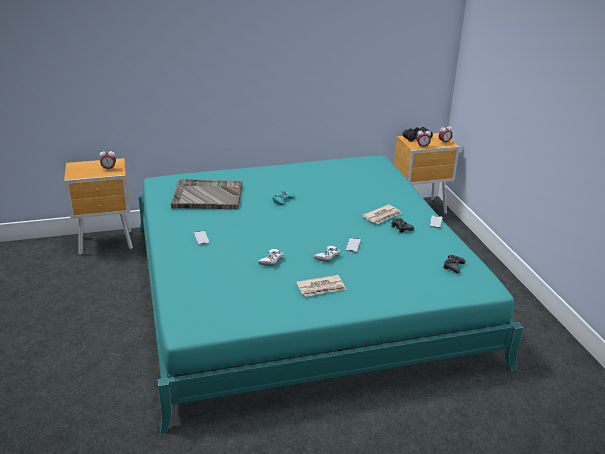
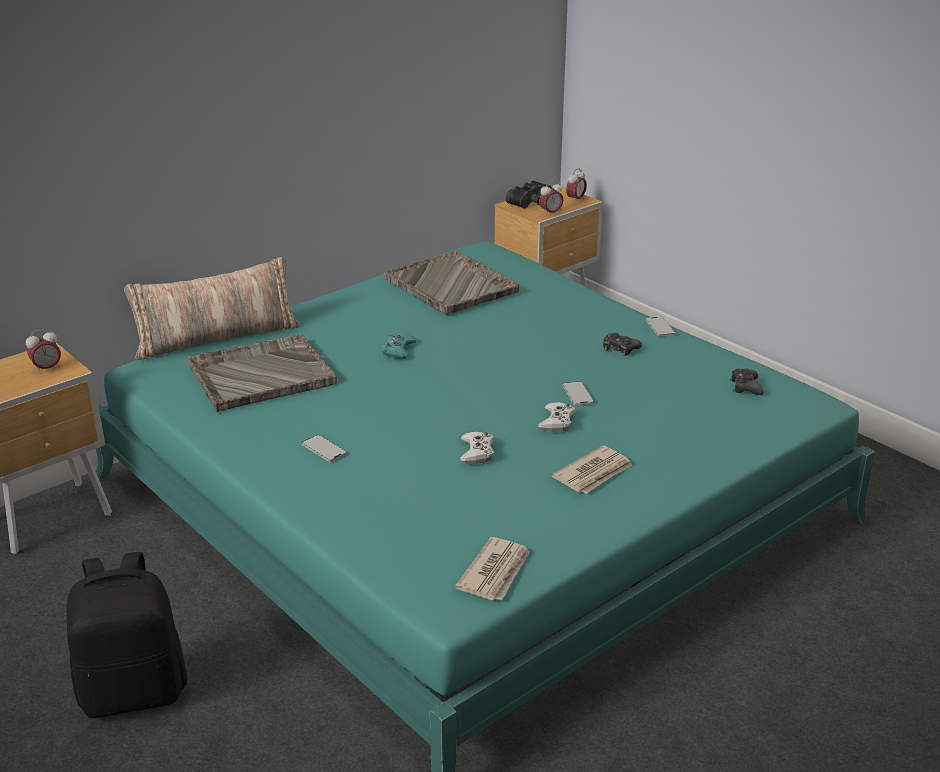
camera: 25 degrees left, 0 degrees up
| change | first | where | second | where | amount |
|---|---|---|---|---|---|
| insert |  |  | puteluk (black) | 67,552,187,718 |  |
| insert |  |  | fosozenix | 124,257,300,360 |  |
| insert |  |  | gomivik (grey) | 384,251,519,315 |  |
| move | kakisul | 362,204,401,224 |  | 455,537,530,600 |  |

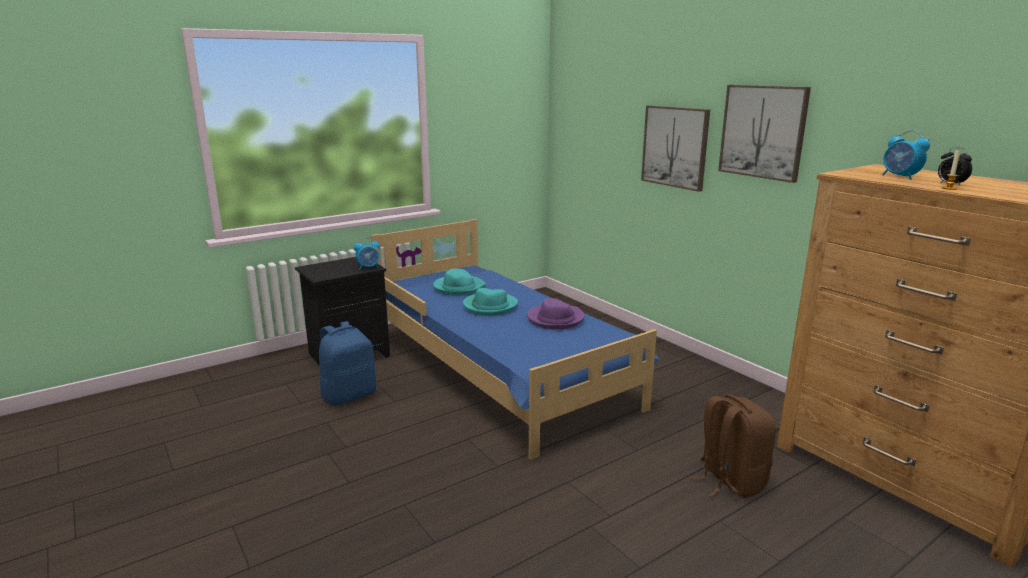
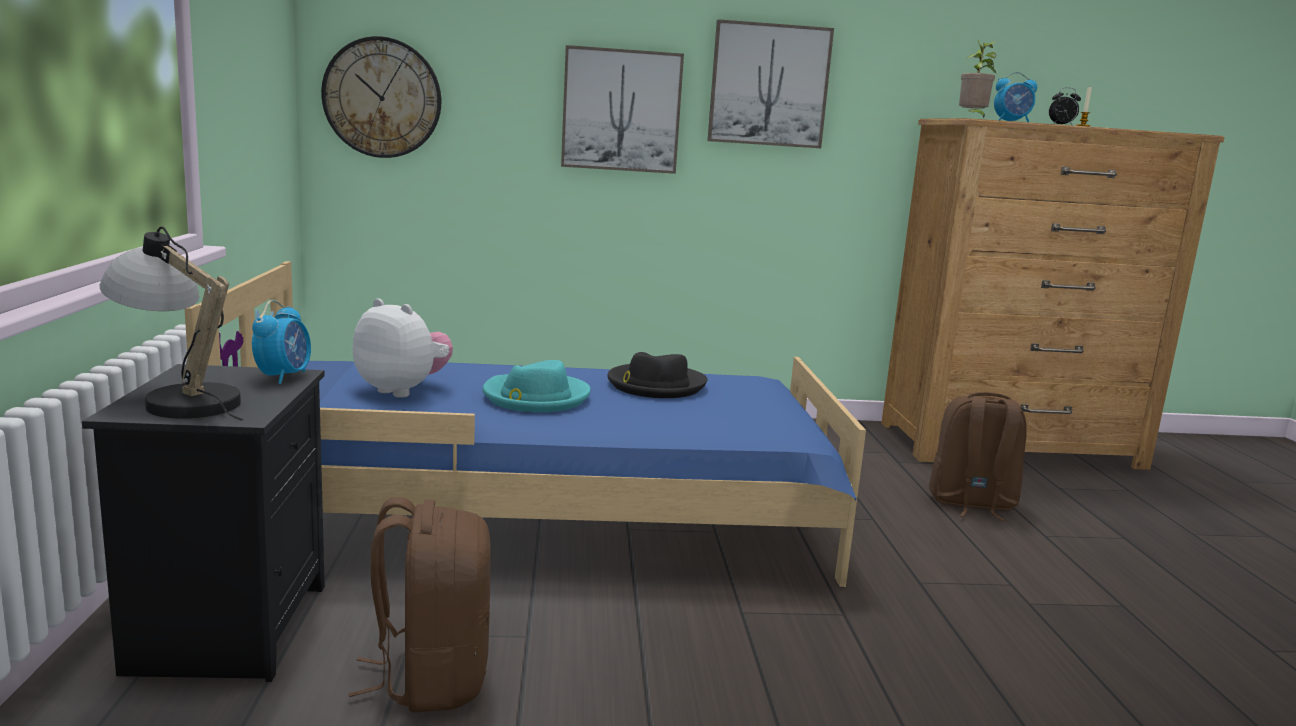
camera: 60 degrees left, 5 degrees down
| change | first | where | second | where | amount |
|---|---|---|---|---|---|
| insert |  |  | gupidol | 100,226,243,421 |  |
| insert |  |  | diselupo | 321,36,441,158 |  |
| recolor | puteluk (blue) | 319,321,376,406 | puteluk (brown) | 349,497,491,713 |  |
| replace | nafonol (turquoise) | 433,269,486,295 | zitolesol | 353,298,453,398 |  |
| recolor | nafonol (purple) | 527,298,585,329 | nafonol (black) | 607,352,708,398 |  |
| insert |  |  | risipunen | 959,40,996,118 |  |

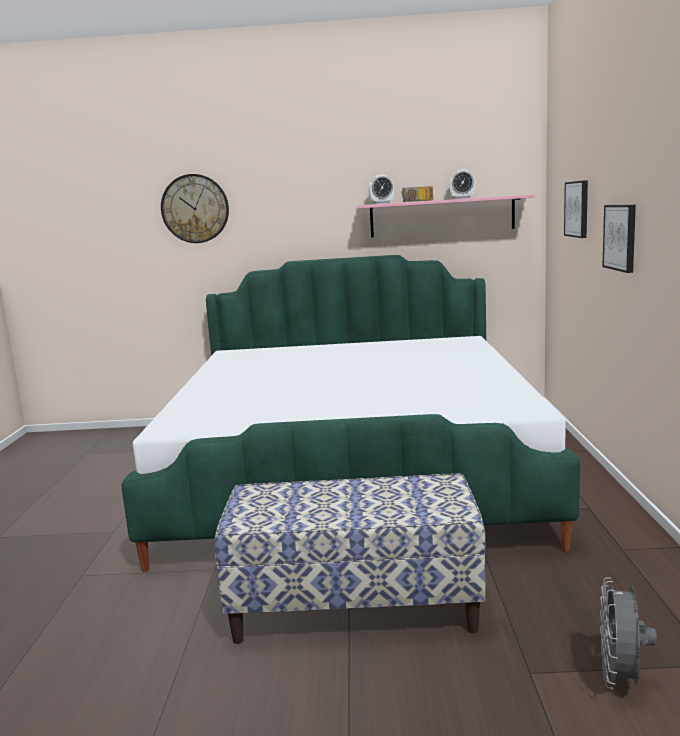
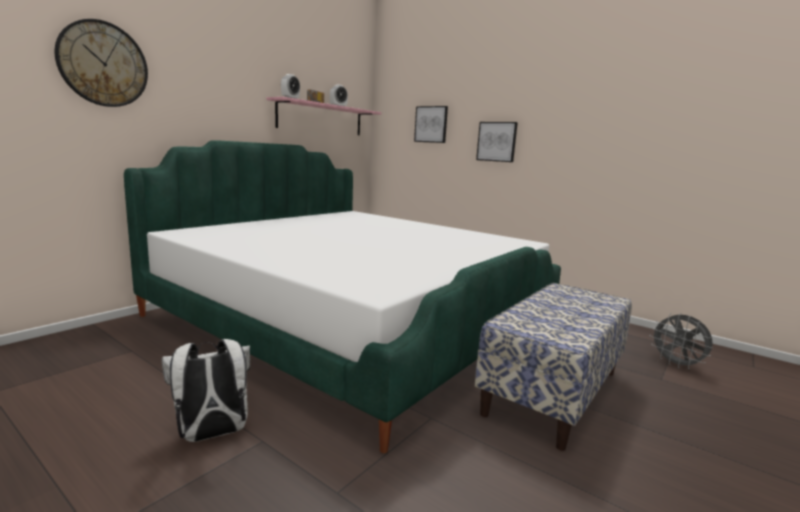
camera: 55 degrees left, 0 degrees up
| change | first | where | second | where | amount |
|---|---|---|---|---|---|
| insert |  |  | puteluk (white) | 161,339,250,442 |  |

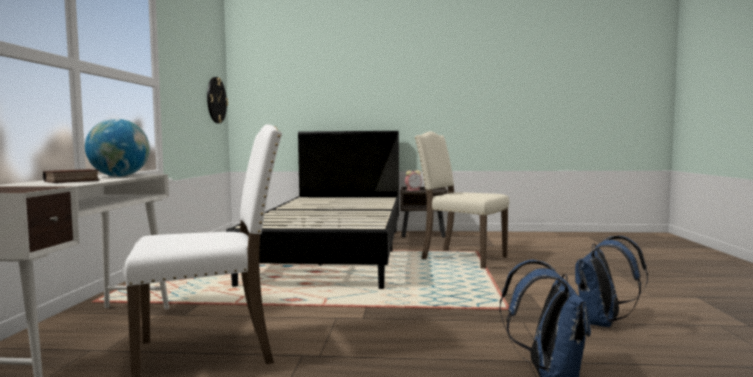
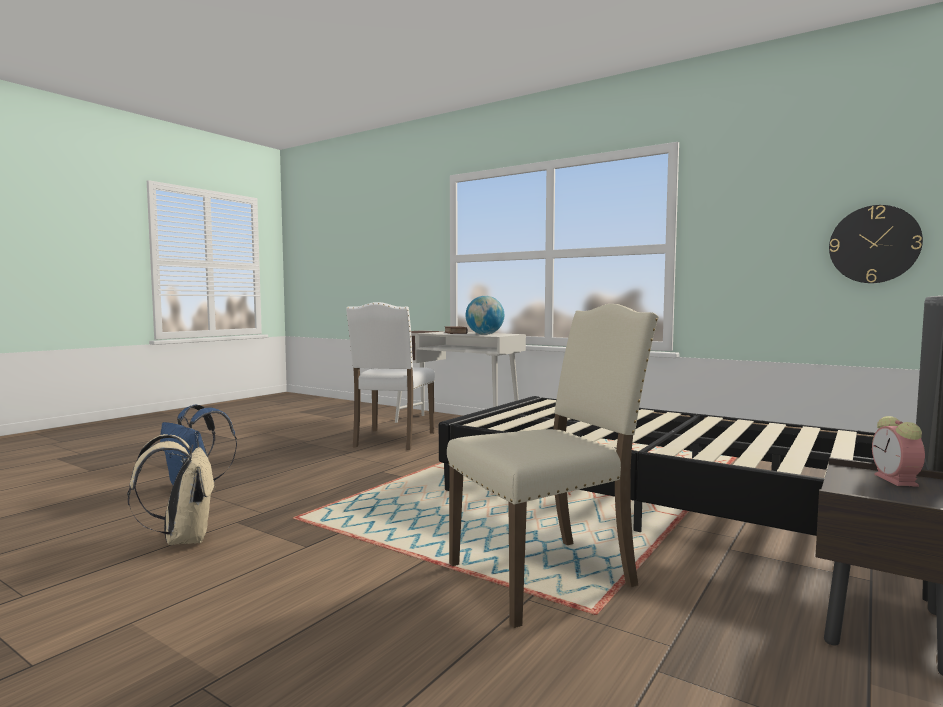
camera: 120 degrees right, 0 degrees up
| change | first | where | second | where | amount |
|---|---|---|---|---|---|
| recolor | puteluk (blue) | 575,236,648,327 | puteluk (beige) | 127,434,216,545 |  |

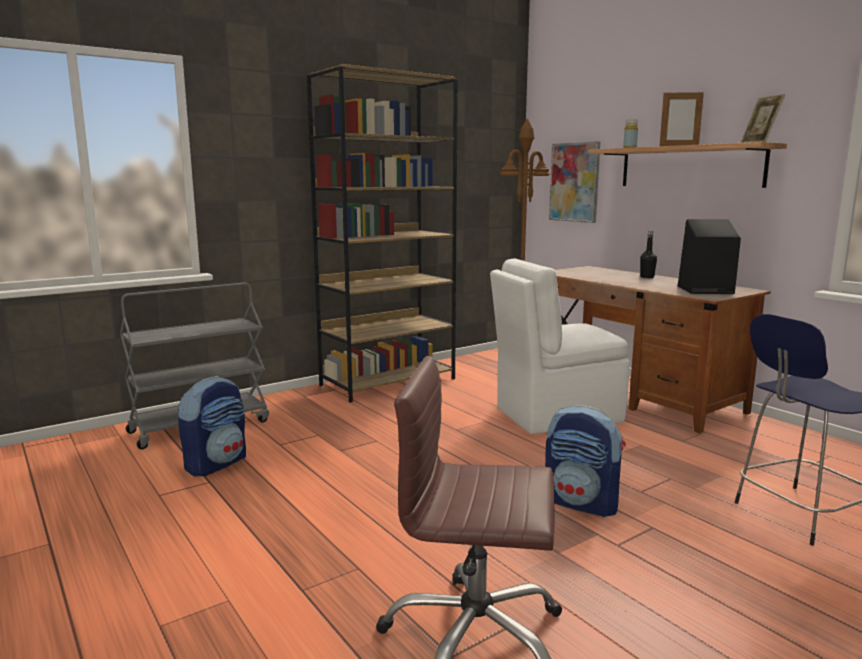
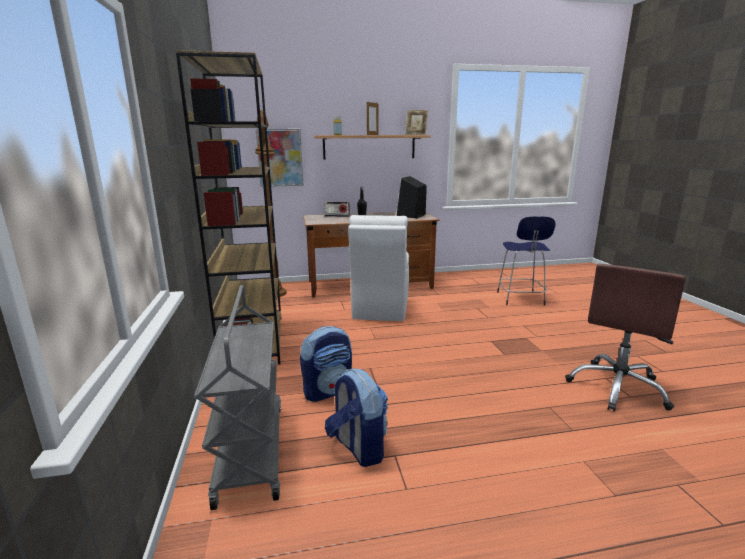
camera: 65 degrees left, 5 degrees up
| change | first | where | second | where | amount |
|---|---|---|---|---|---|
| move | puteluk | 545,405,626,517 |  | 300,326,352,402 |  |
| insert |  |  | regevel | 324,202,350,217 |  |

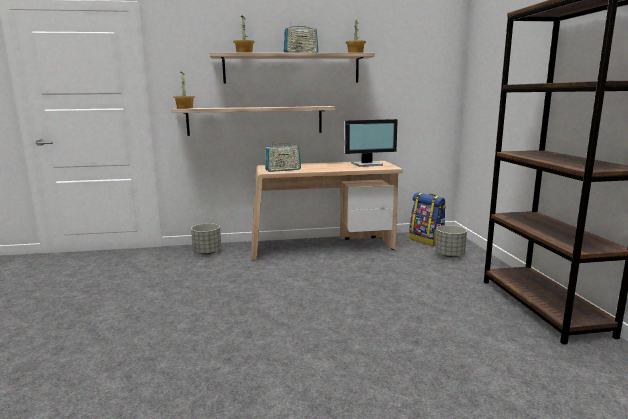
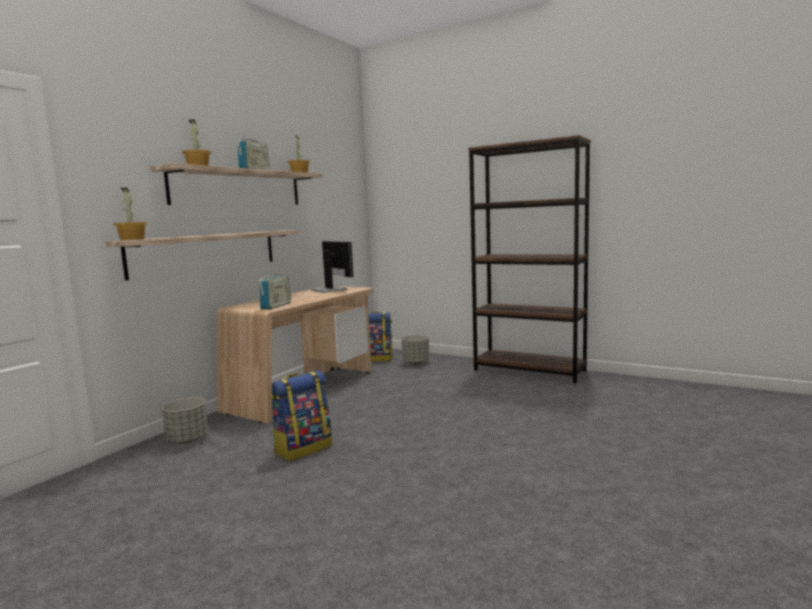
camera: 50 degrees left, 5 degrees down
| change | first | where | second | where | amount |
|---|---|---|---|---|---|
| insert |  |  | puteluk | 270,370,332,461 |  |
| rotate | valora | 345,119,398,167 |  | 312,241,353,293 | 60 degrees counterclockwise |

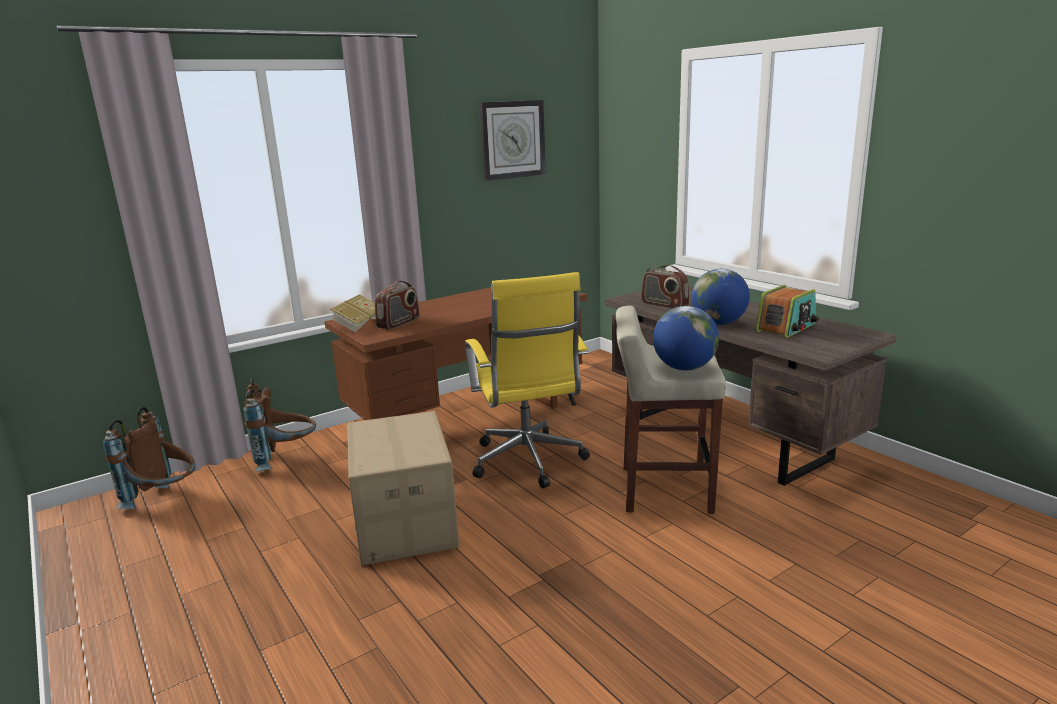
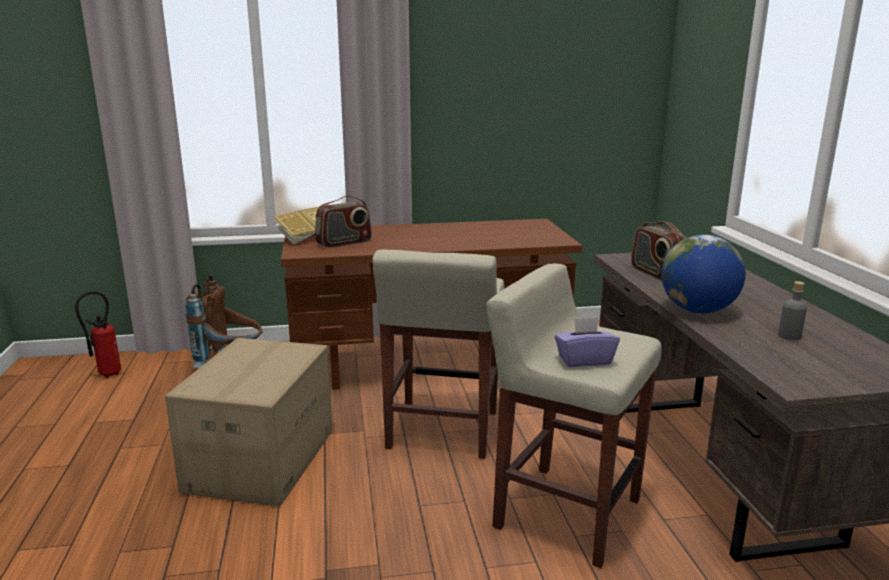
camera: 25 degrees right, 0 degrees up
| change | first | where | second | where | amount |
|---|---|---|---|---|---|
| replace | puteluk (brown) | 103,407,195,509 | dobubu | 75,291,121,378 |  |
| replace | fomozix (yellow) | 465,272,590,488 | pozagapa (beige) | 372,250,505,459 |  |
| replace | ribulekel | 653,306,719,370 | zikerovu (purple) | 555,317,620,367 |  |
| replace | regevel | 756,285,818,338 | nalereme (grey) | 778,281,807,340 |  |
| delete | diselupo | 479,100,546,181 |  |  |  |

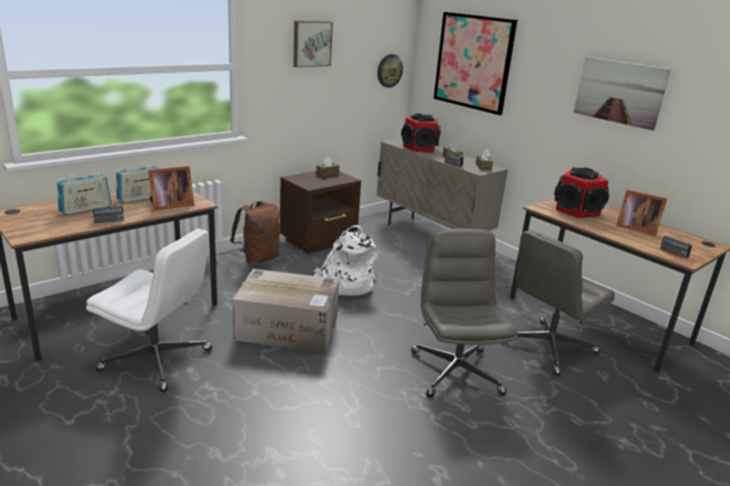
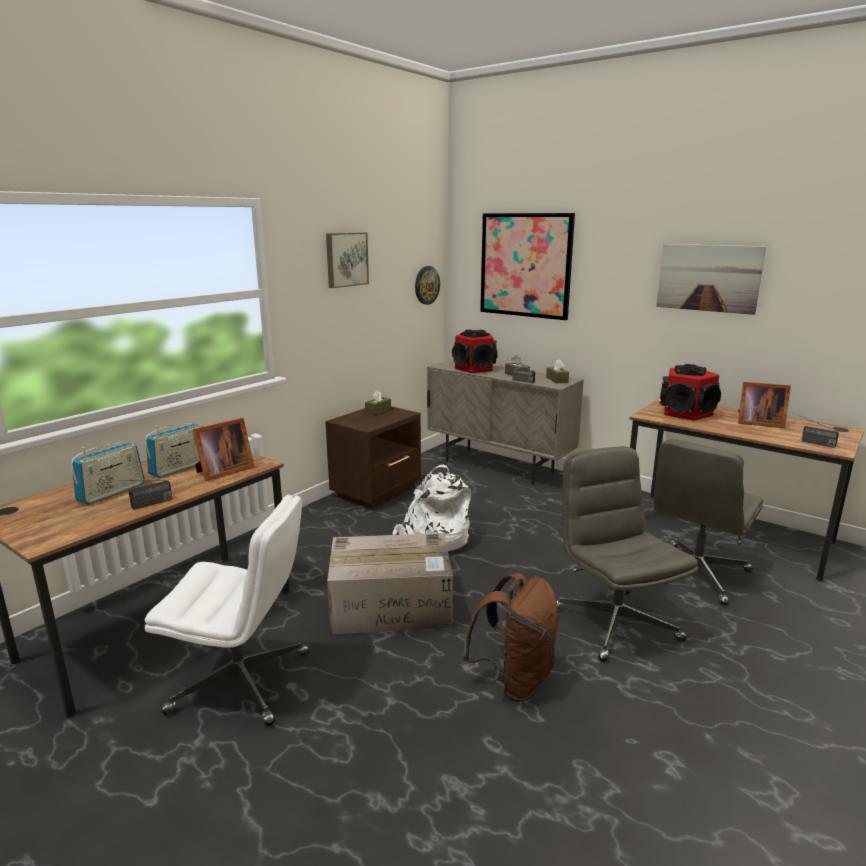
camera: 10 degrees left, 5 degrees down
| change | first | where | second | where | amount |
|---|---|---|---|---|---|
| move | puteluk (brown) | 230,201,280,265 |  | 463,573,560,702 |  |

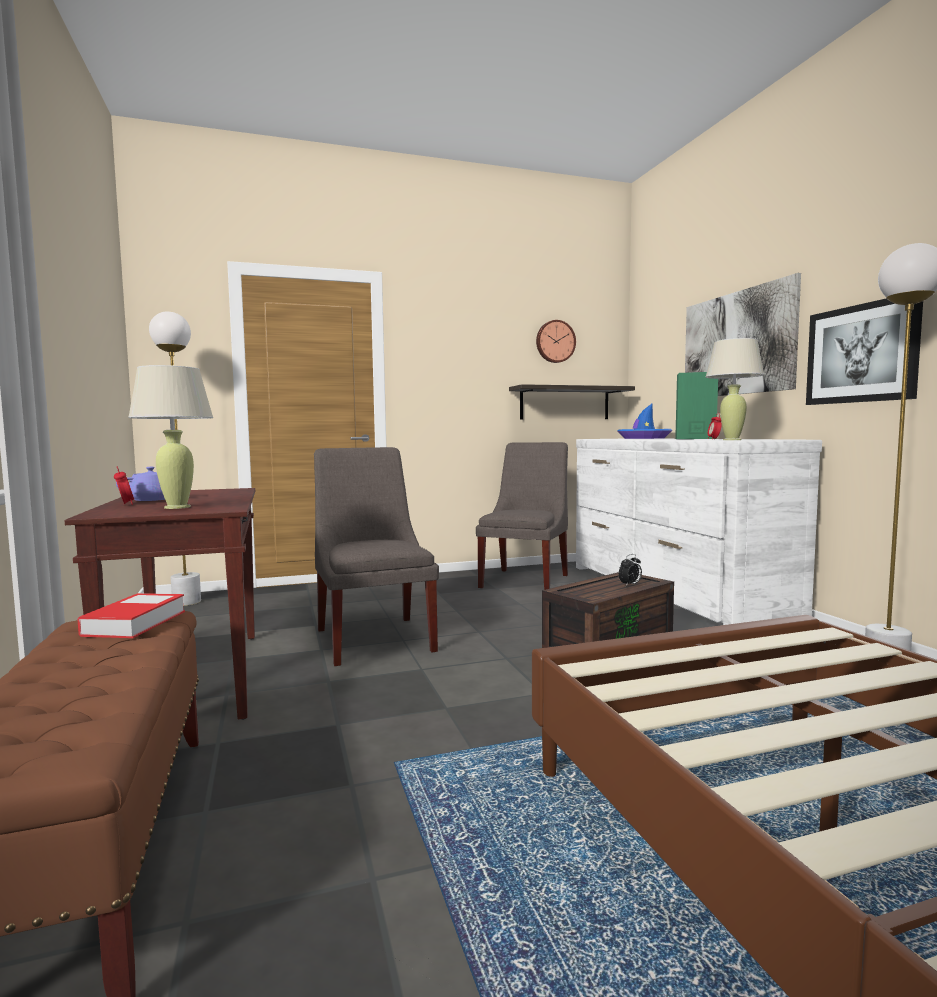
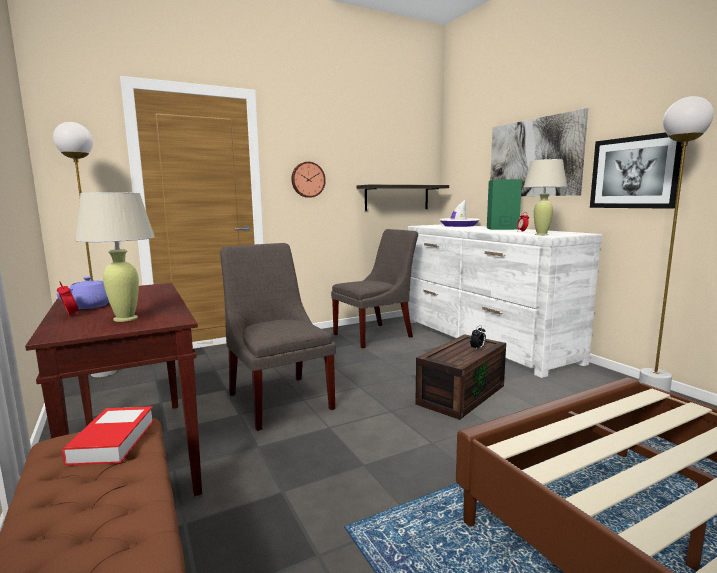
camera: 10 degrees left, 5 degrees up
| change | first | where | second | where | amount |
|---|---|---|---|---|---|
| move | diselupo | 536,320,576,363 |  | 291,162,326,198 |  |
| rotate | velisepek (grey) | 476,442,568,590 |  | 331,229,418,348 | 45 degrees clockwise |
| recolor | nafonol (blue) | 617,404,672,439 | nafonol (white) | 439,199,480,227 |  |

